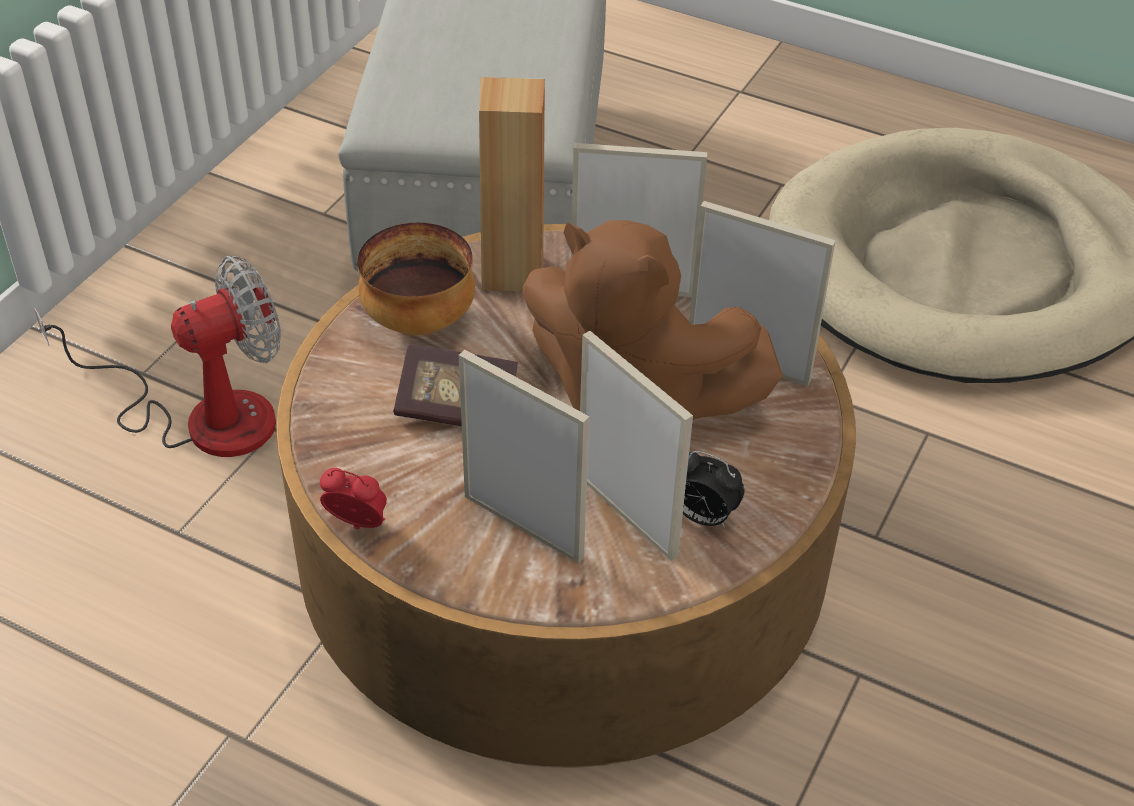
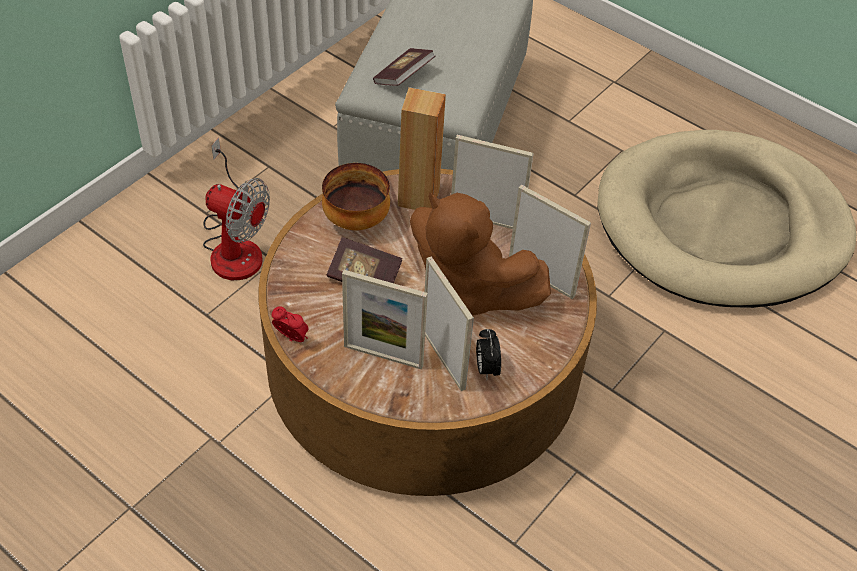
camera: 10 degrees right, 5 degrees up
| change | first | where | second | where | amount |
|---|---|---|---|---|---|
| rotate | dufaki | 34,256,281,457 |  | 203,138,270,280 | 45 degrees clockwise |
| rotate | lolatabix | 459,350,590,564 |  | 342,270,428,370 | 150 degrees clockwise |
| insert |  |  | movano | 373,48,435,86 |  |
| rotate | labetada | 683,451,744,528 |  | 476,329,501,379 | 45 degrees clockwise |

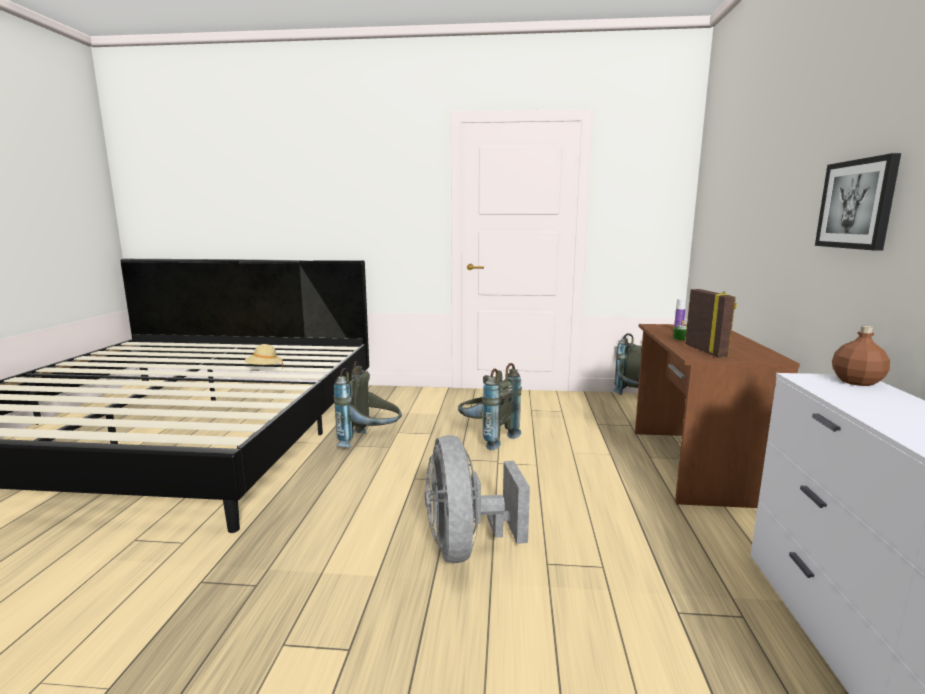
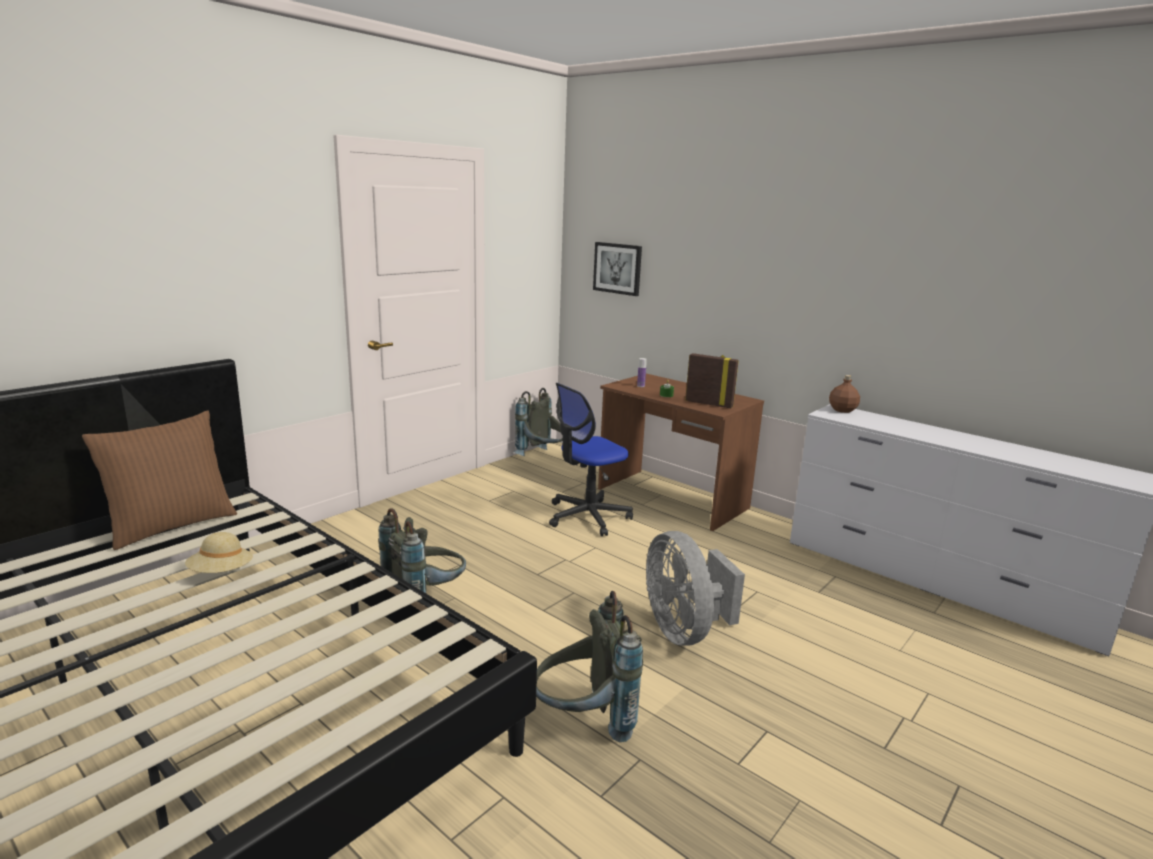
camera: 55 degrees left, 5 degrees up
| change | first | where | second | where | amount |
|---|---|---|---|---|---|
| insert |  |  | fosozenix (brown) | 82,411,237,550 |  |
| move | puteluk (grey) | 458,363,522,450 |  | 536,591,643,742 |  |
| insert |  |  | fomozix | 549,383,633,536 |  |
| move | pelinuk | 815,153,901,251 |  | 593,242,642,296 |  |
| rotate | dufaki (grey) | 425,435,530,563 |  | 646,531,745,646 | 45 degrees clockwise |

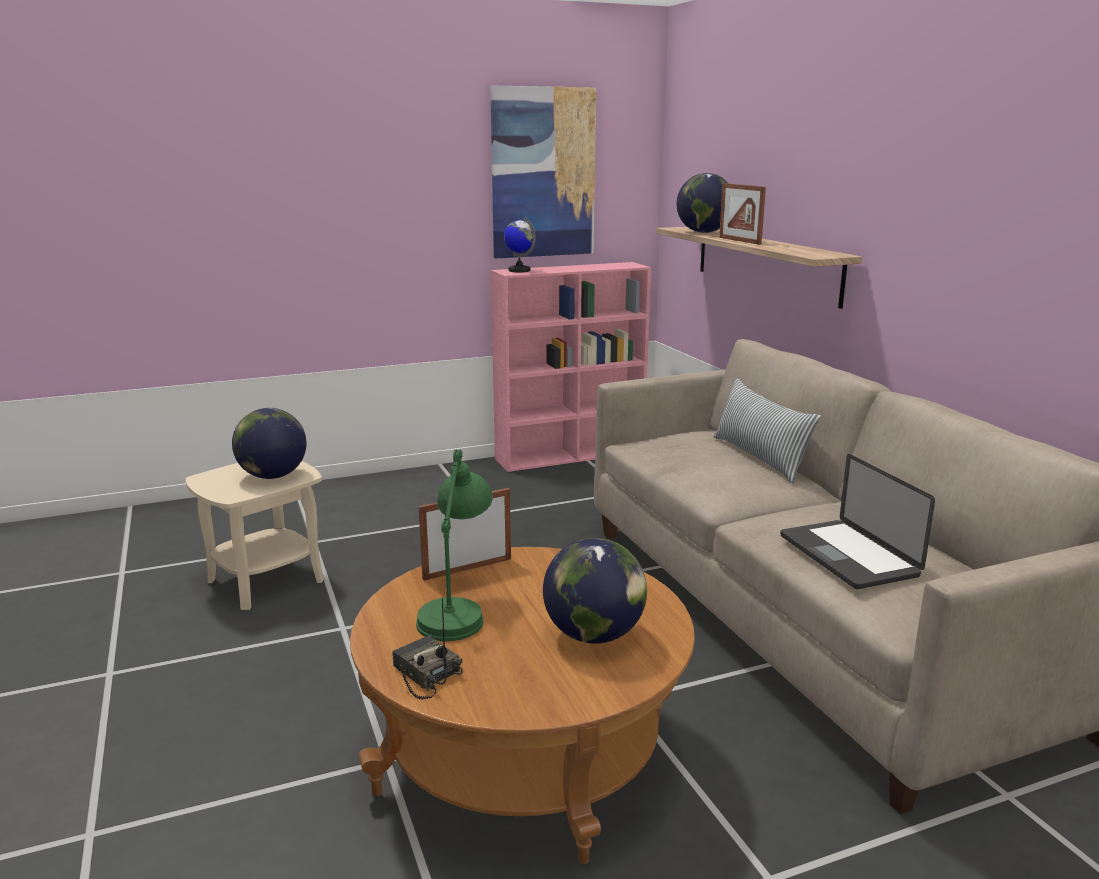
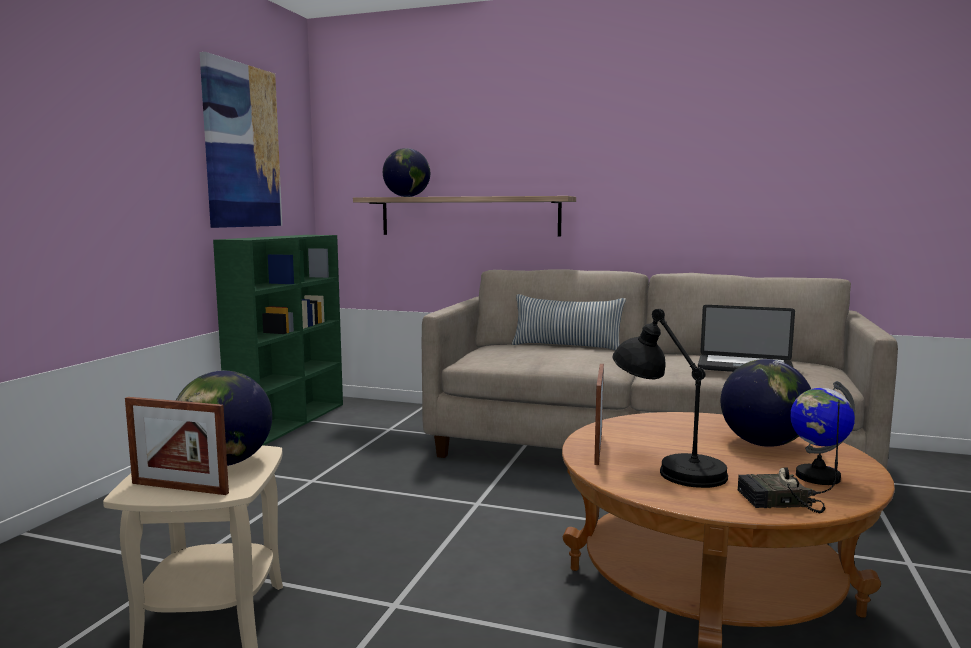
camera: 50 degrees left, 10 degrees down
| change | first | where | second | where | amount |
|---|---|---|---|---|---|
| move | lolatabix | 719,183,766,245 |  | 125,397,229,495 |  |
| recolor | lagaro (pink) | 491,262,651,472 | lagaro (green) | 213,235,343,446 |  |
| recolor | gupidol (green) | 416,449,493,641 | gupidol (black) | 613,309,728,488 |  |
| move | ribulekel | 504,217,536,272 |  | 790,381,855,485 |  |

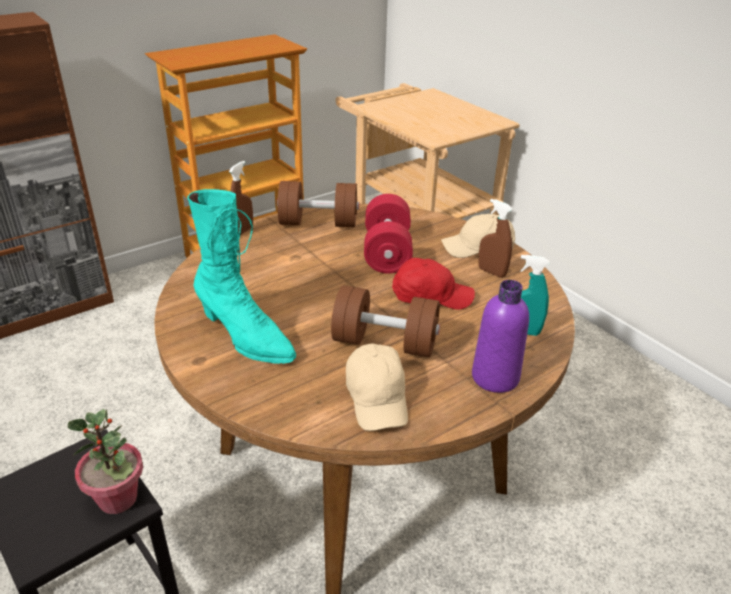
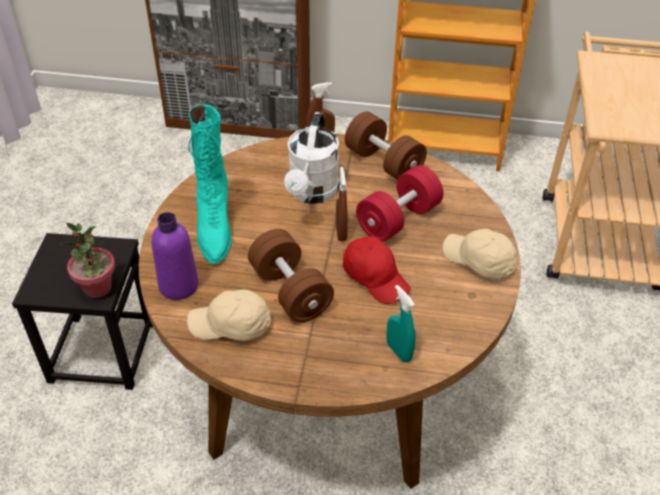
camera: 45 degrees right, 10 degrees up
| change | first | where | second | where | amount |
|---|---|---|---|---|---|
| move | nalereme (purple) | 472,280,529,393 |  | 151,212,199,300 |  |
| rotate | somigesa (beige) | 346,344,408,431 |  | 187,290,271,341 | 60 degrees clockwise |
| insert |  |  | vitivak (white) | 284,112,340,204 |  |
| move | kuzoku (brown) | 478,199,513,278 |  | 336,167,348,241 |  |

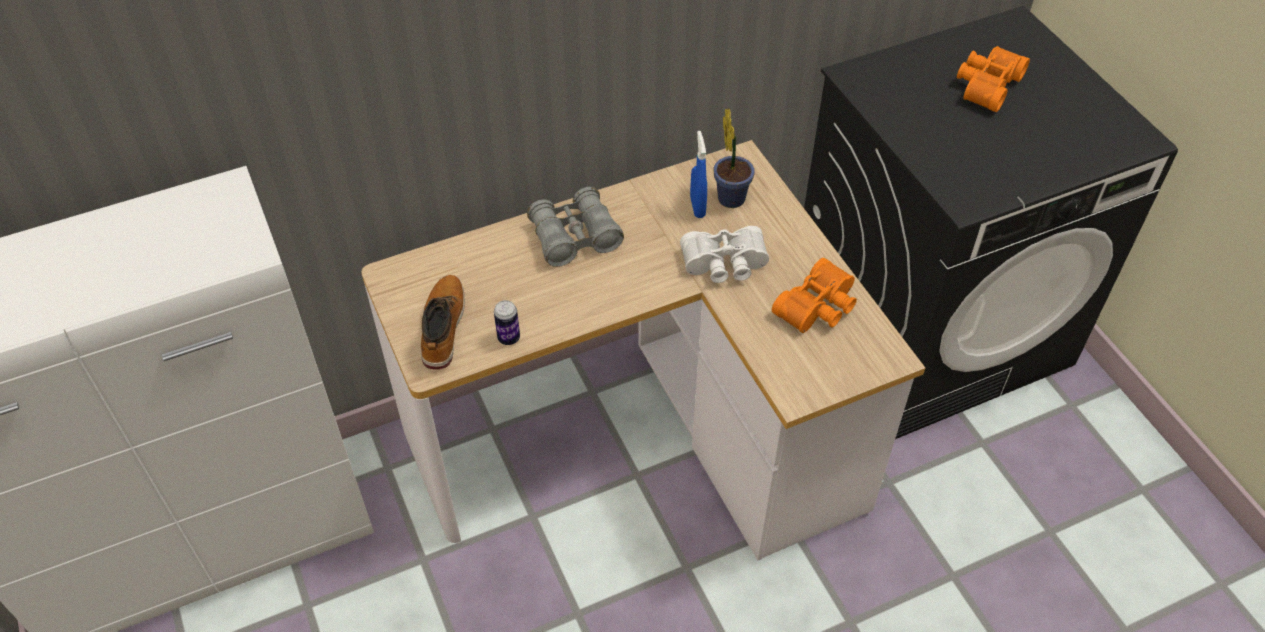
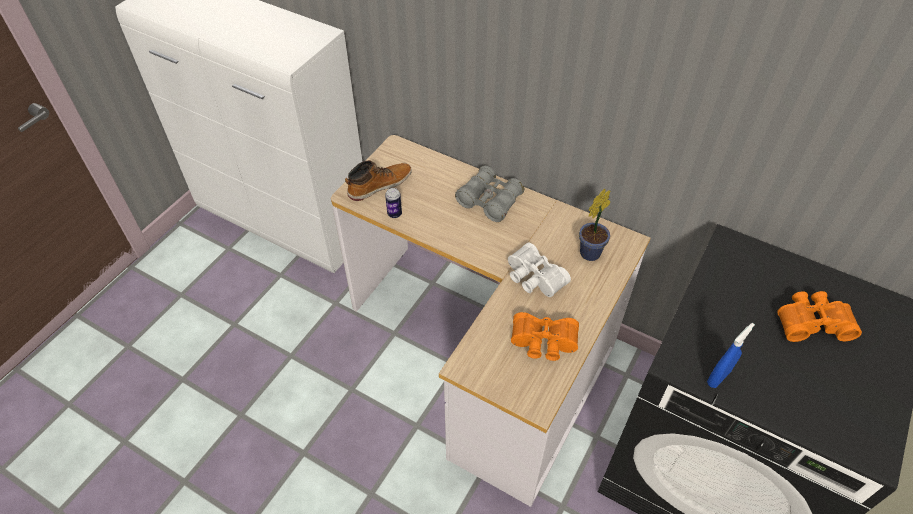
camera: 55 degrees right, 0 degrees up
| change | first | where | second | where | amount |
|---|---|---|---|---|---|
| move | kuzoku (blue) | 690,131,707,218 |  | 707,323,755,388 |  |

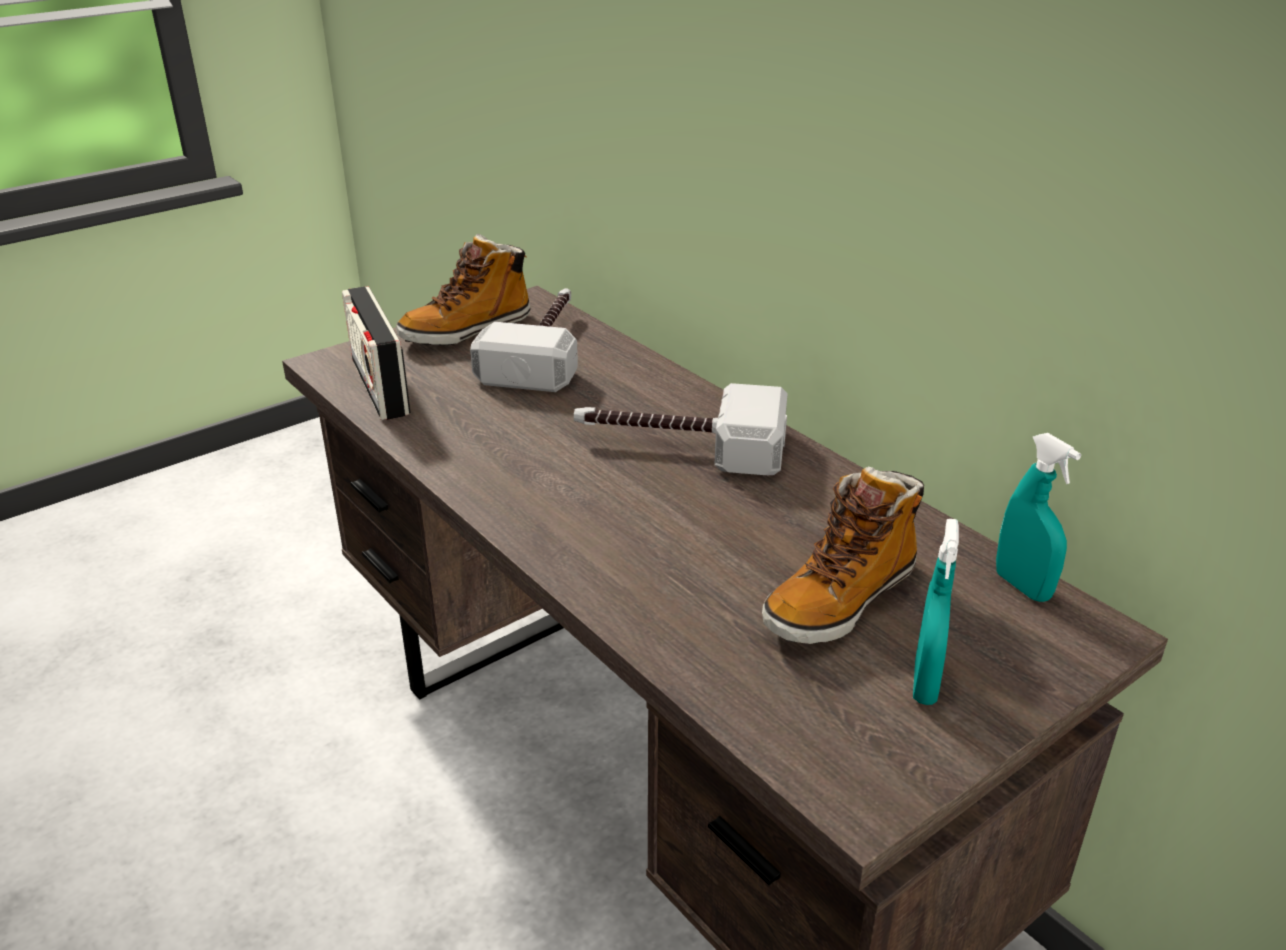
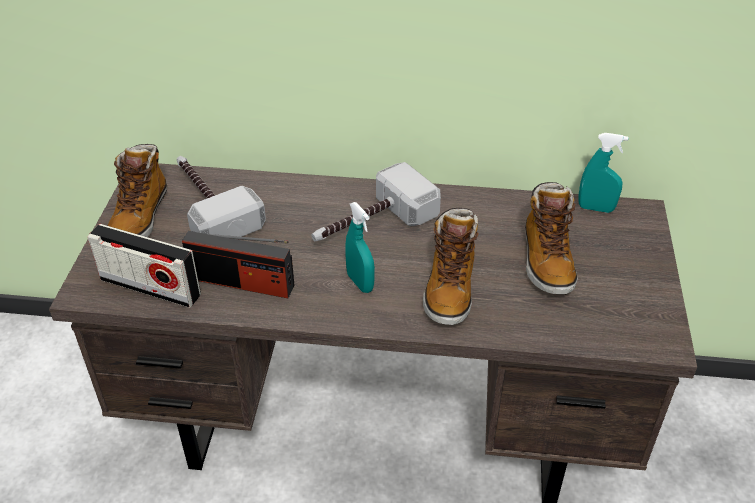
camera: 45 degrees left, 10 degrees up
| change | first | where | second | where | amount |
|---|---|---|---|---|---|
| insert |  |  | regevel | 182,231,295,298 |  |
| move | kuzoku (turquoise) | 913,519,959,705 |  | 345,202,375,293 |  |
| insert |  |  | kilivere | 422,208,479,326 |  |

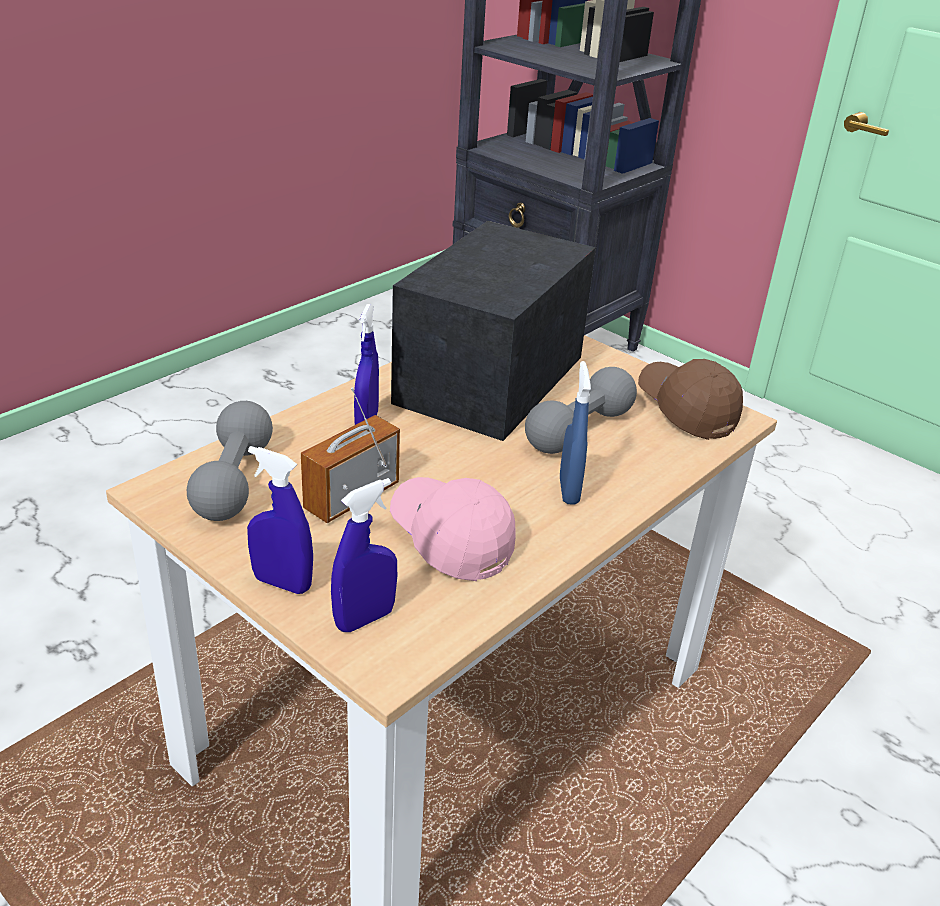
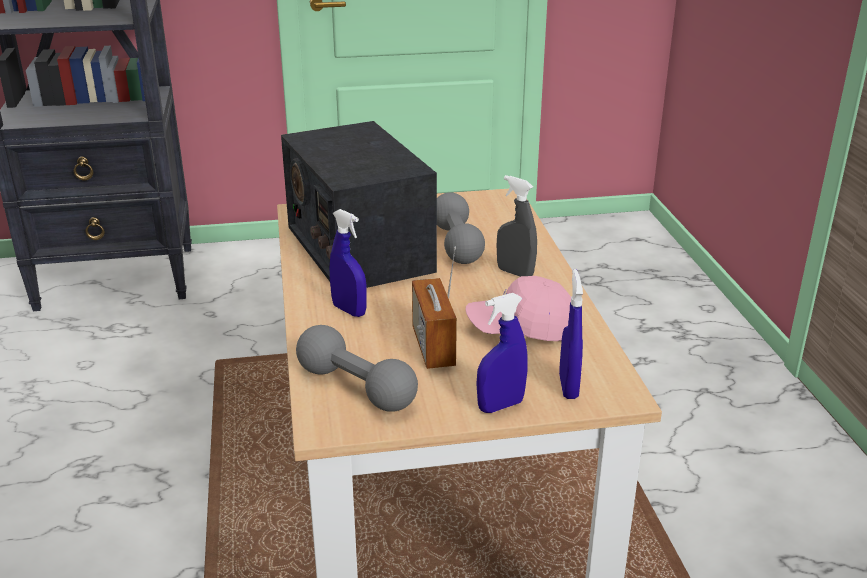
camera: 50 degrees left, 5 degrees down
| change | first | where | second | where | amount |
|---|---|---|---|---|---|
| recolor | kuzoku (blue) | 560,361,591,505 | kuzoku (grey) | 497,175,537,277 |  |
| delete | somigesa (brown) | 638,359,743,440 |  |  |  |

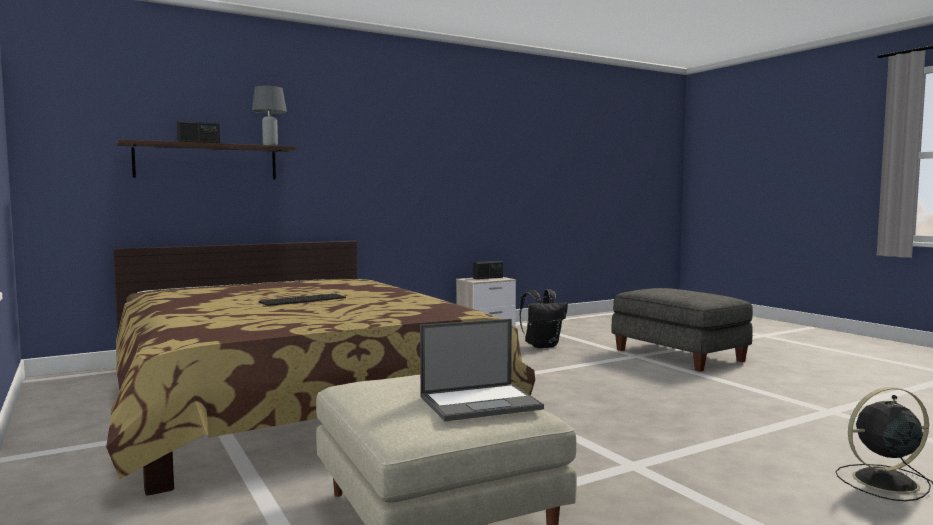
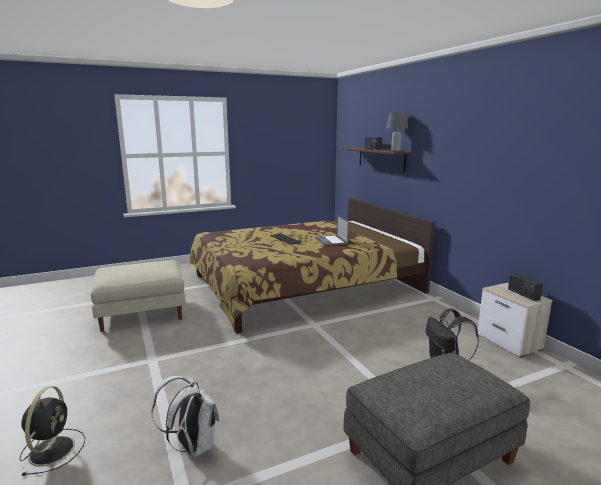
camera: 95 degrees right, 10 degrees up
| change | first | where | second | where | amount |
|---|---|---|---|---|---|
| insert |  |  | puteluk (white) | 151,376,219,457 |  |
| move | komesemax | 420,319,544,421 |  | 315,215,349,246 |  |

